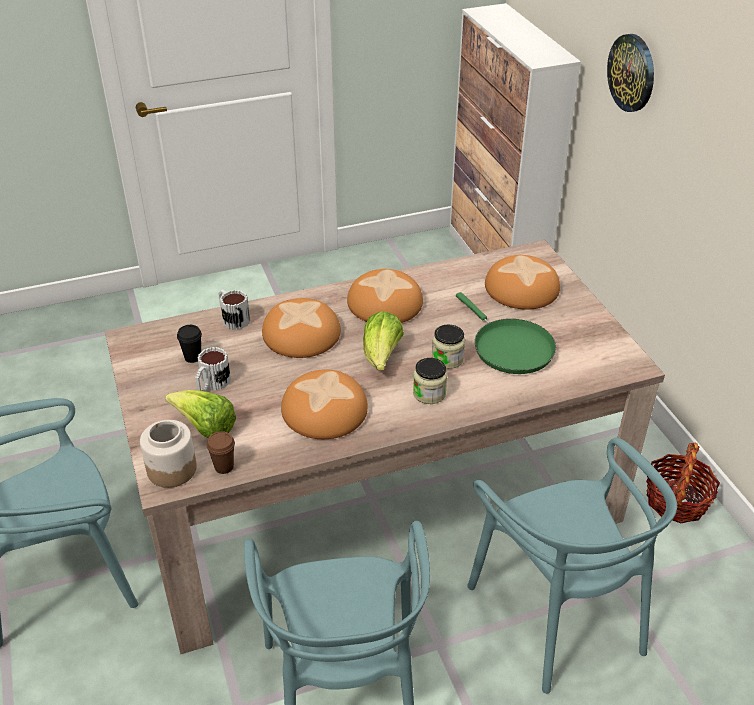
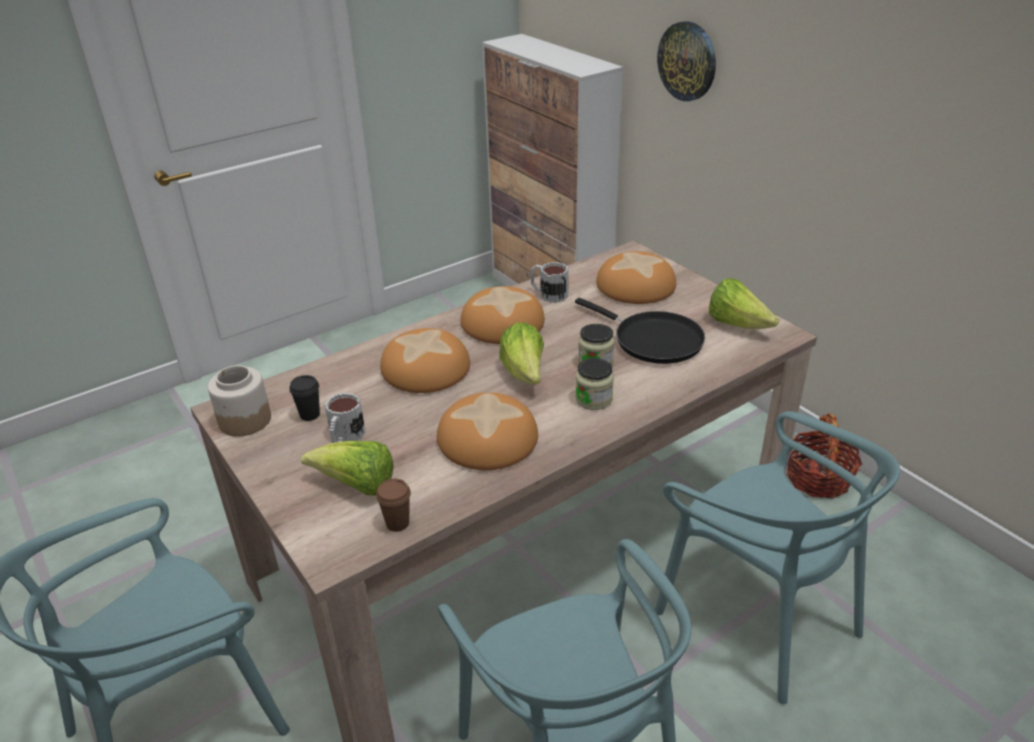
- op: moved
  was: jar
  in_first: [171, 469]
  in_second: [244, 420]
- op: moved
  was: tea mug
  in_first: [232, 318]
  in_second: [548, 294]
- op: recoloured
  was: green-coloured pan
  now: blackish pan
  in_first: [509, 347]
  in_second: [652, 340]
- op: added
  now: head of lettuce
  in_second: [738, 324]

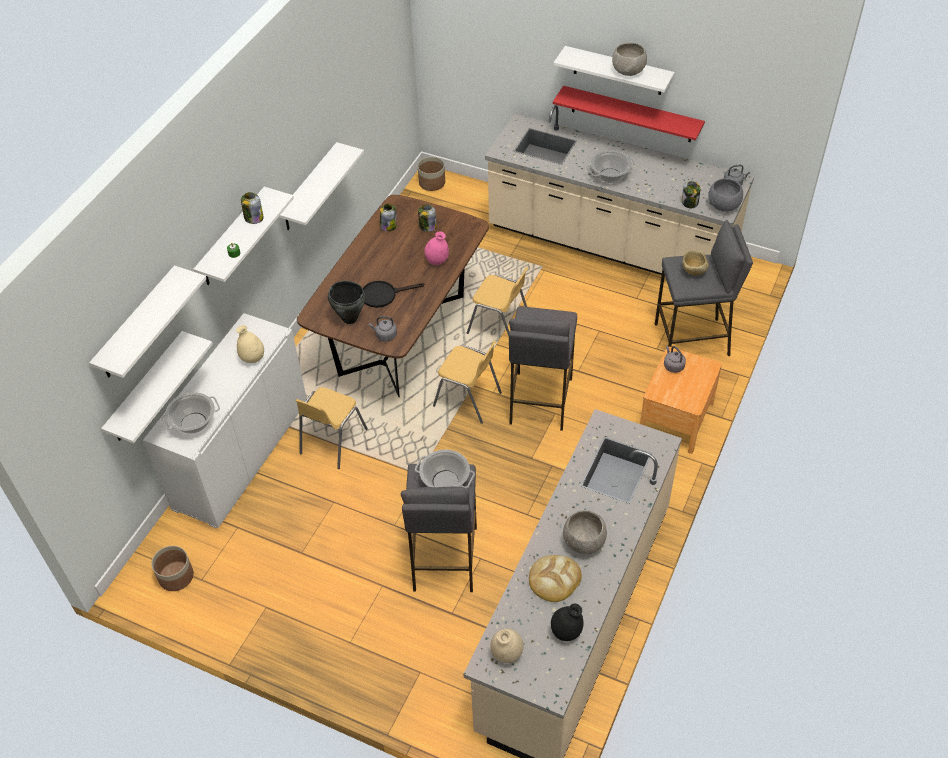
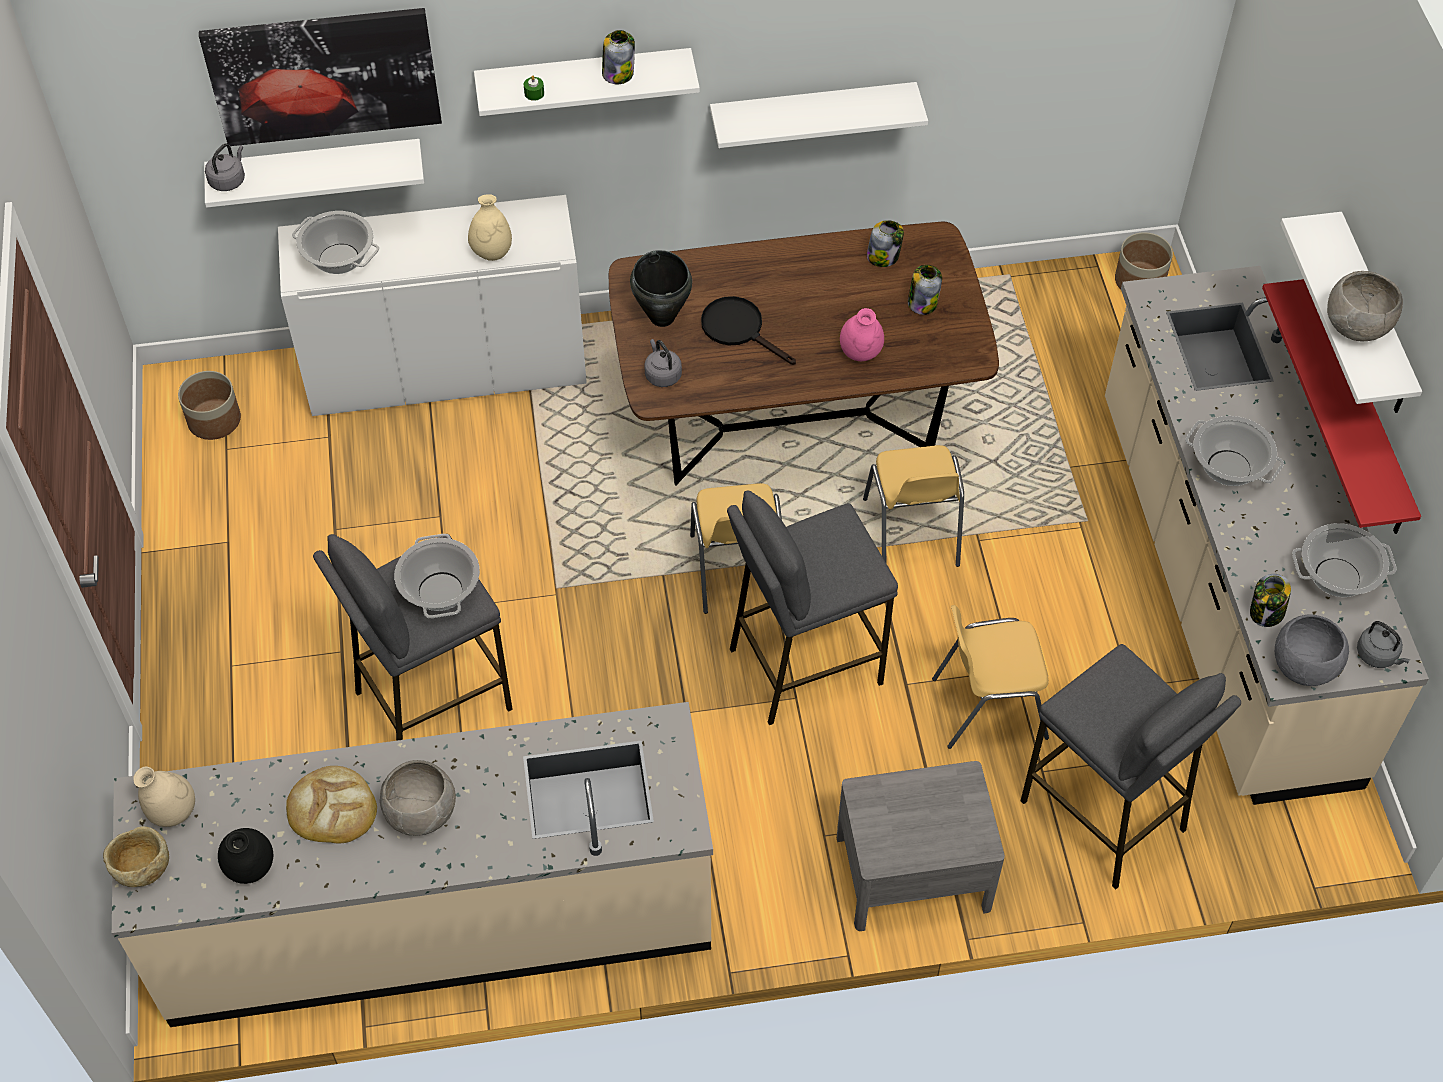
- op: replaced
  was: white-coloured wall shelf
  now: wall art
  in_first: [137, 324]
  in_second: [323, 75]
- op: moved
  was: yellow-coloured chair
  in_first: [332, 441]
  in_second: [987, 707]
- op: recoloured
  was: brown-coloured night table
  now: gray night table
  in_first: [676, 418]
  in_second: [913, 872]
- op: moved
  was: gray tea kettle
  in_first: [673, 365]
  in_second: [228, 180]
- op: moved
  was: beige-coloured serving bowl
  in_first: [693, 271]
  in_second: [142, 869]
- op: added
  now: stockpot
  in_second: [1336, 577]

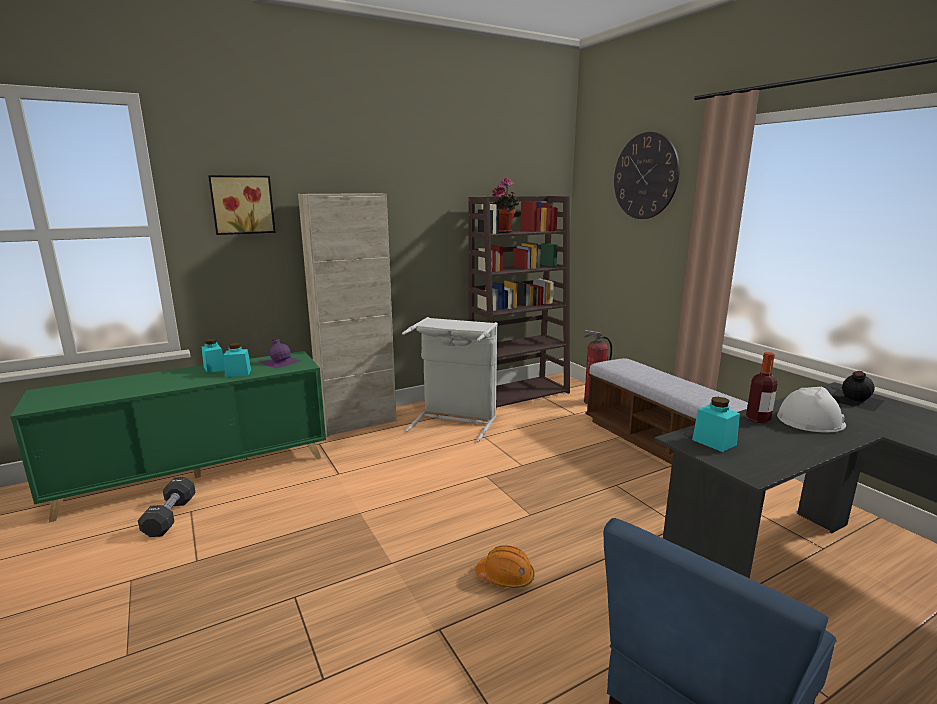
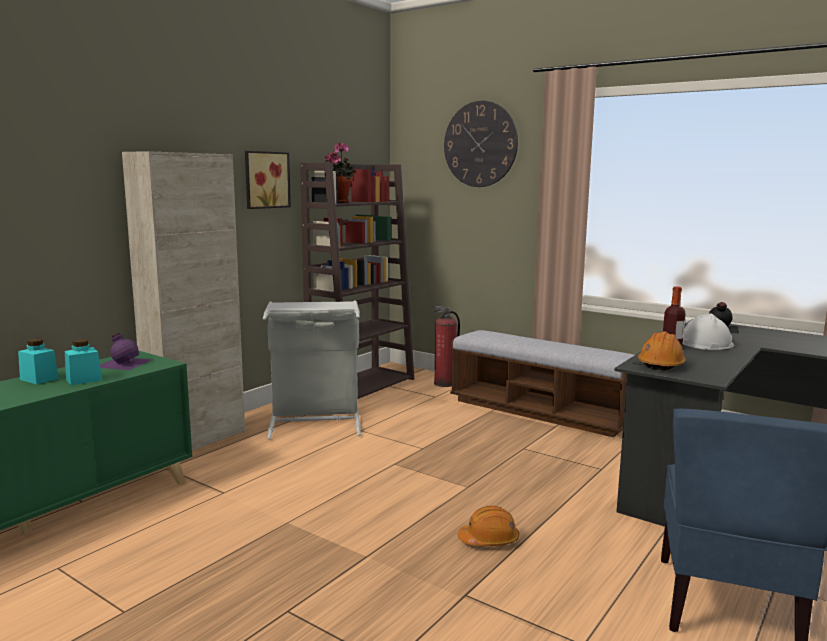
- op: removed
  was: blackish hand weight
  in_first: [170, 517]
- op: moved
  was: wall art
  in_first: [242, 204]
  in_second: [265, 180]
- op: replaced
  was: turquoise-coloured jar
  now: orange-coloured work helmet
  in_first: [714, 442]
  in_second: [661, 364]

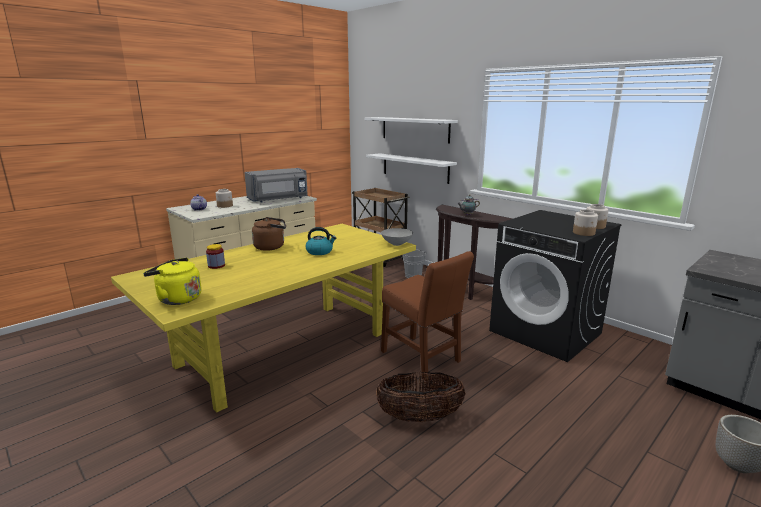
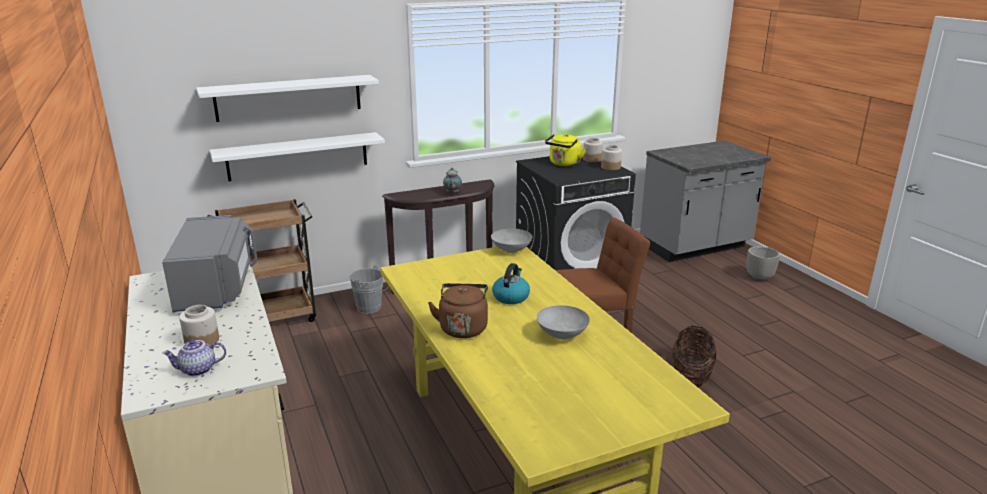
- op: moved
  was: yellow-coloured tea kettle
  in_first: [177, 299]
  in_second: [564, 164]
- op: removed
  was: jar
  in_first: [216, 266]
- op: added
  now: gray serving bowl
  in_second: [561, 335]

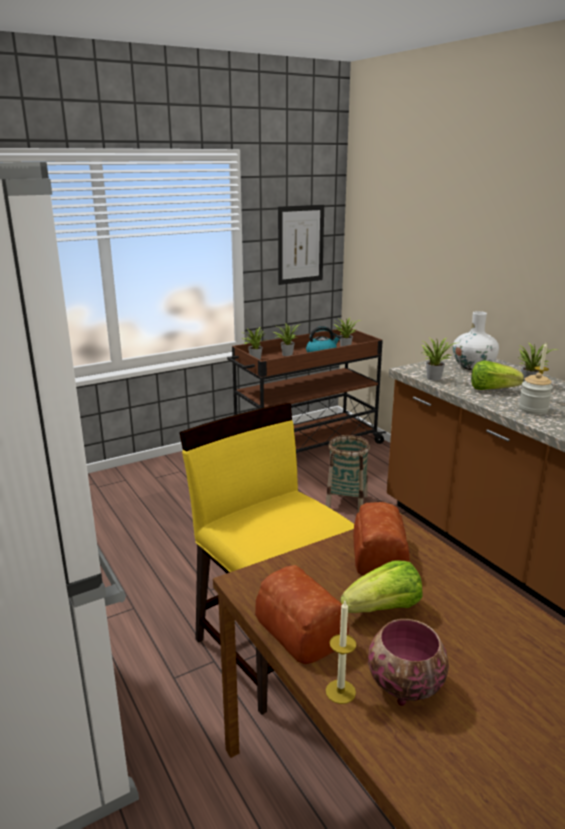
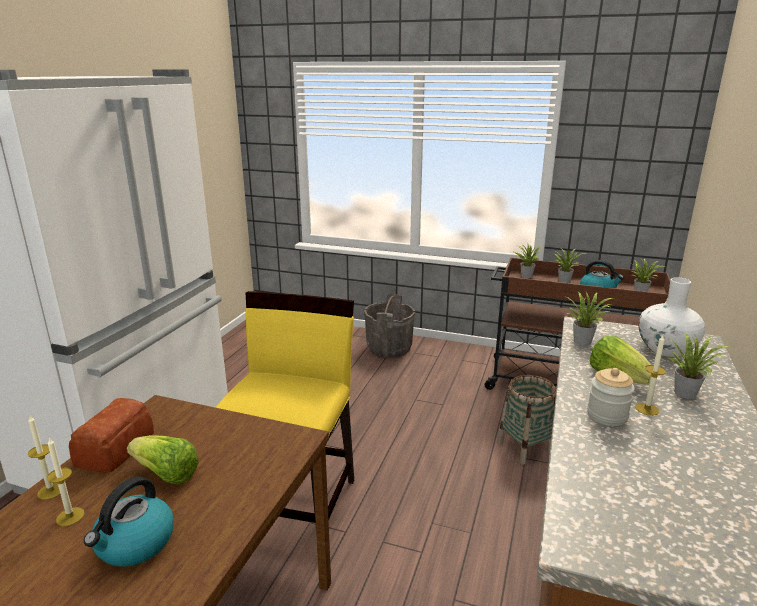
- op: removed
  was: wall art
  in_first: [300, 244]
- op: removed
  was: bakery bread
  in_first: [378, 556]
- op: replaced
  was: serving bowl
  now: candle
  in_first: [403, 686]
  in_second: [70, 516]
- op: added
  now: tea kettle
  in_second: [135, 544]
- op: added
  now: gray pail
  in_second: [389, 348]

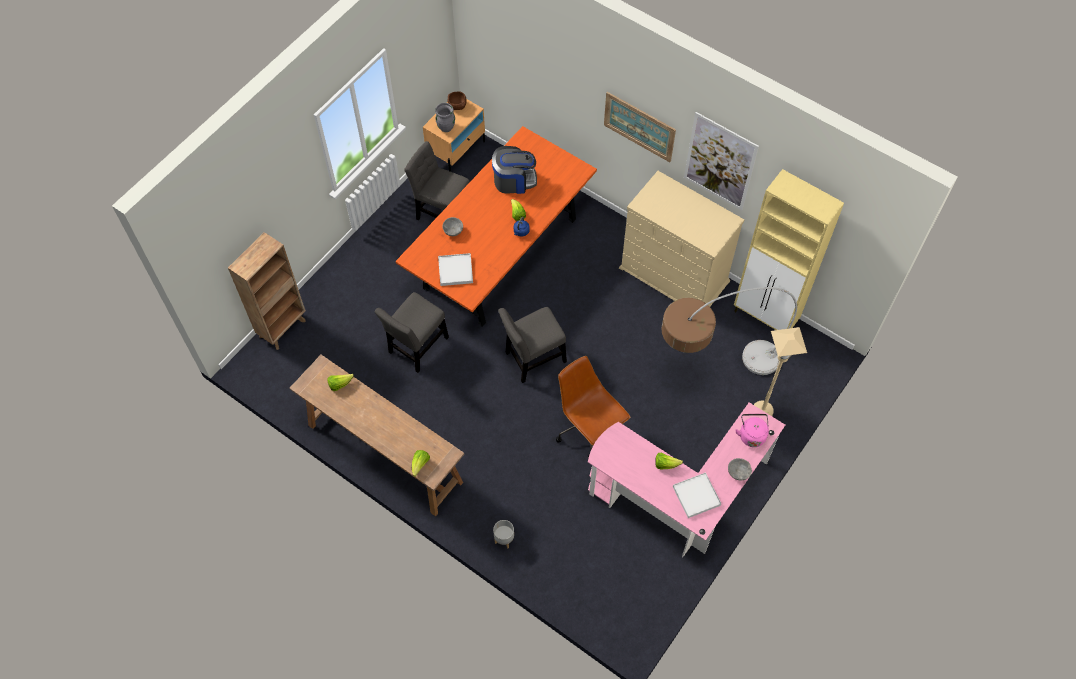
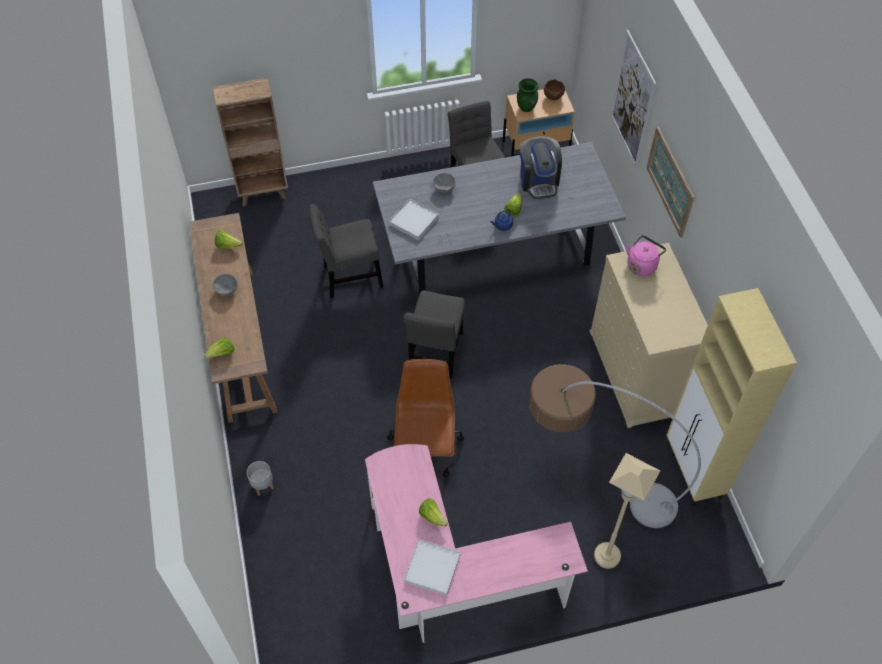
- op: recoloured
  was: orange-coloured dining table
  now: gray dining table
  in_first: [500, 253]
  in_second: [494, 249]
- op: recoloured
  was: gray vase
  now: green-coloured vase
  in_first: [446, 127]
  in_second: [526, 107]
- op: turned
  was: coffee machine
  in_first: [514, 180]
  in_second: [538, 181]
  clockwise: 45
- op: turned
  was: gray chair
  in_first: [533, 359]
  in_second: [436, 354]
  clockwise: -90
- op: moved
  was: wall art
  in_first: [720, 162]
  in_second: [632, 100]
- op: moved
  was: gray serving bowl
  in_first: [738, 472]
  in_second: [227, 290]
- op: moved
  was: pink-coloured tea kettle
  in_first: [751, 434]
  in_second: [642, 265]

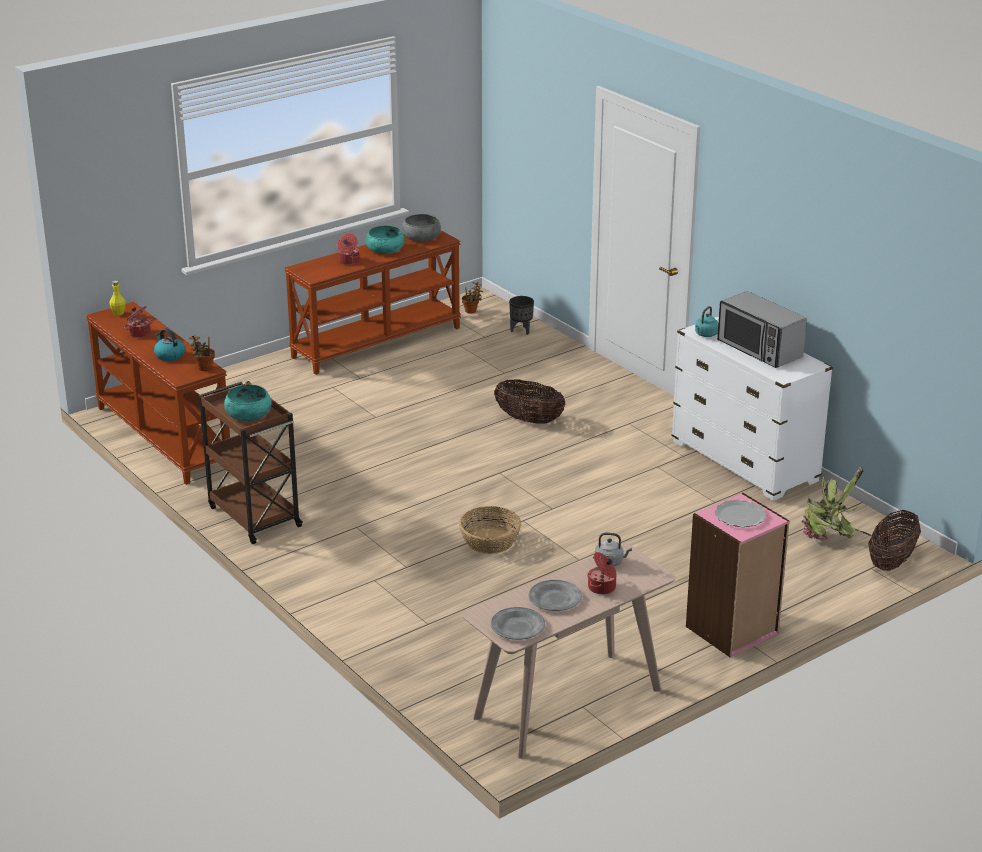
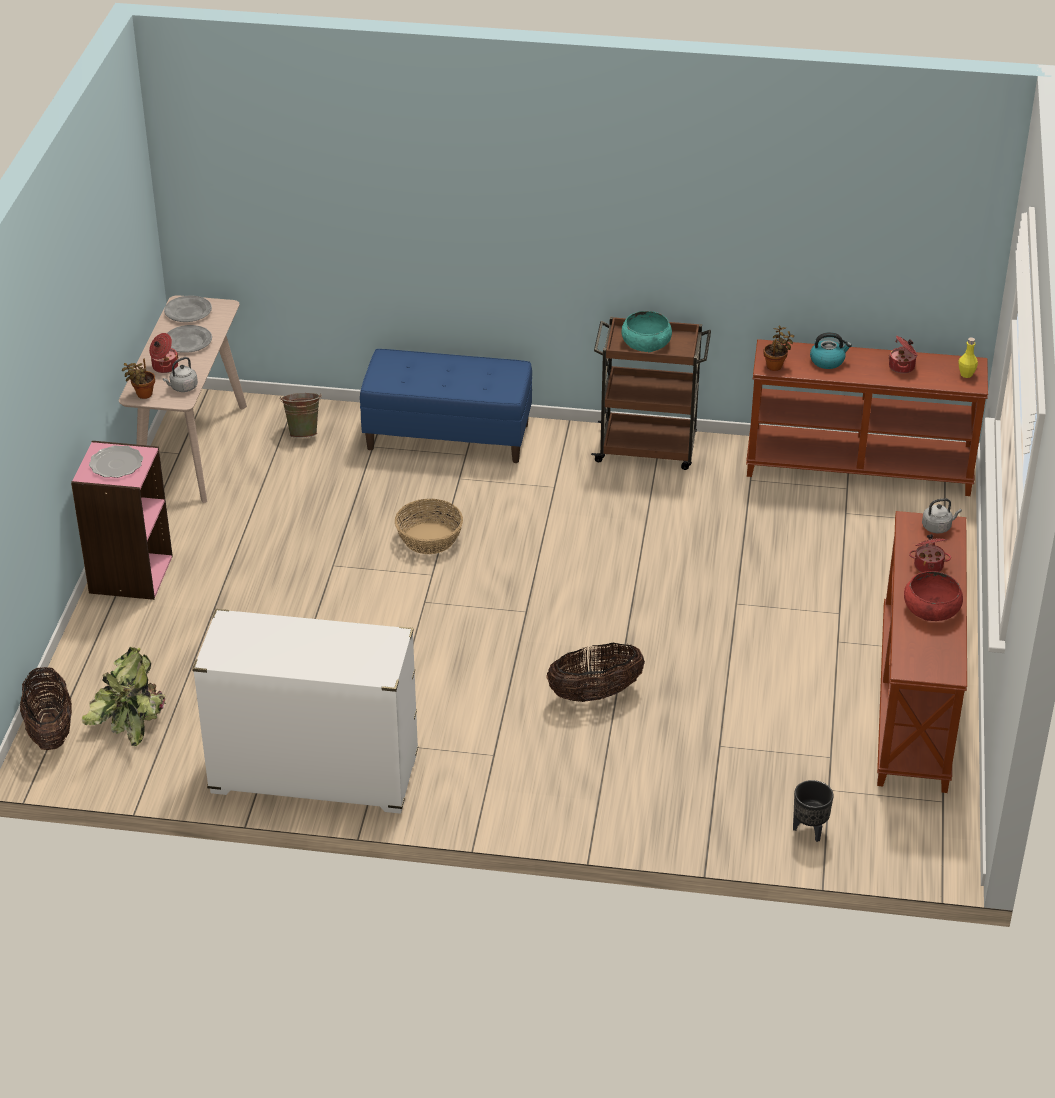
- op: recoloured
  was: turquoise-coloured serving bowl
  now: red serving bowl
  in_first: [385, 249]
  in_second: [931, 608]
- op: removed
  was: gray serving bowl
  in_first: [421, 237]
- op: moved
  was: plant in a pot
  in_first: [472, 311]
  in_second: [142, 395]
- op: removed
  was: turquoise-coloured tea kettle
  in_first: [705, 334]
- op: removed
  was: kitchen microwave
  in_first: [759, 349]
- op: added
  now: green-coloured pail
  in_second: [303, 432]
- op: added
  now: bluish long seat
  in_second: [448, 436]
- op: added
  now: gray tea kettle
  in_second: [938, 527]

